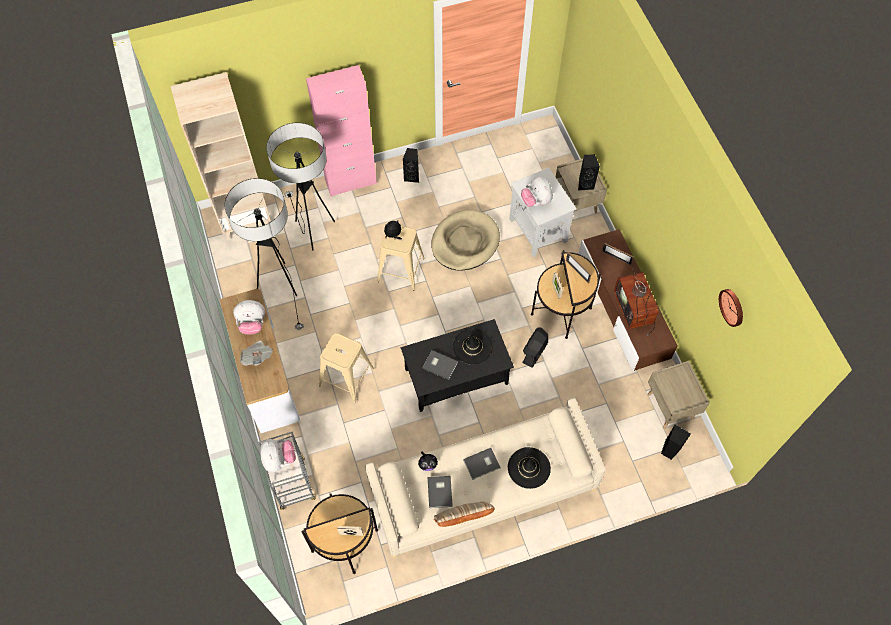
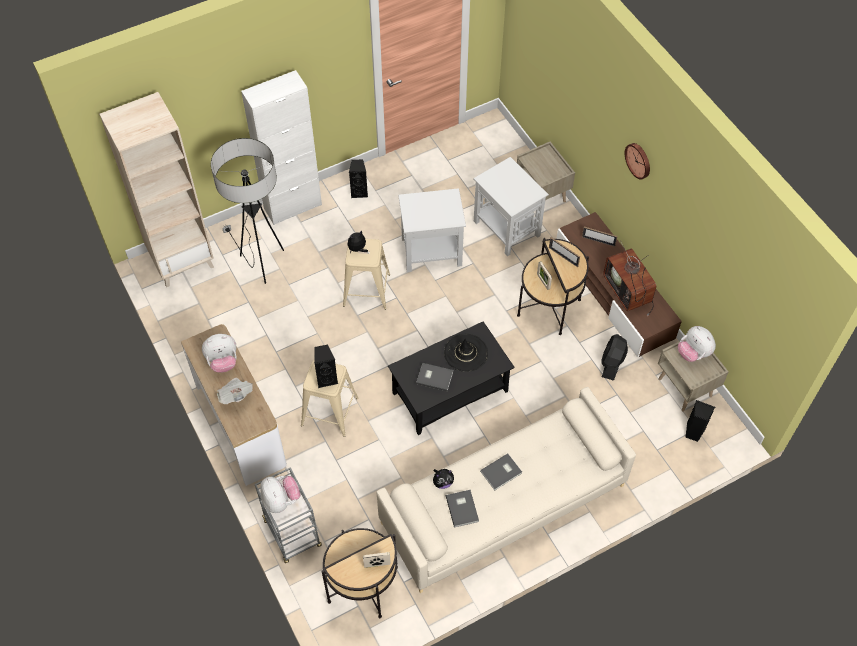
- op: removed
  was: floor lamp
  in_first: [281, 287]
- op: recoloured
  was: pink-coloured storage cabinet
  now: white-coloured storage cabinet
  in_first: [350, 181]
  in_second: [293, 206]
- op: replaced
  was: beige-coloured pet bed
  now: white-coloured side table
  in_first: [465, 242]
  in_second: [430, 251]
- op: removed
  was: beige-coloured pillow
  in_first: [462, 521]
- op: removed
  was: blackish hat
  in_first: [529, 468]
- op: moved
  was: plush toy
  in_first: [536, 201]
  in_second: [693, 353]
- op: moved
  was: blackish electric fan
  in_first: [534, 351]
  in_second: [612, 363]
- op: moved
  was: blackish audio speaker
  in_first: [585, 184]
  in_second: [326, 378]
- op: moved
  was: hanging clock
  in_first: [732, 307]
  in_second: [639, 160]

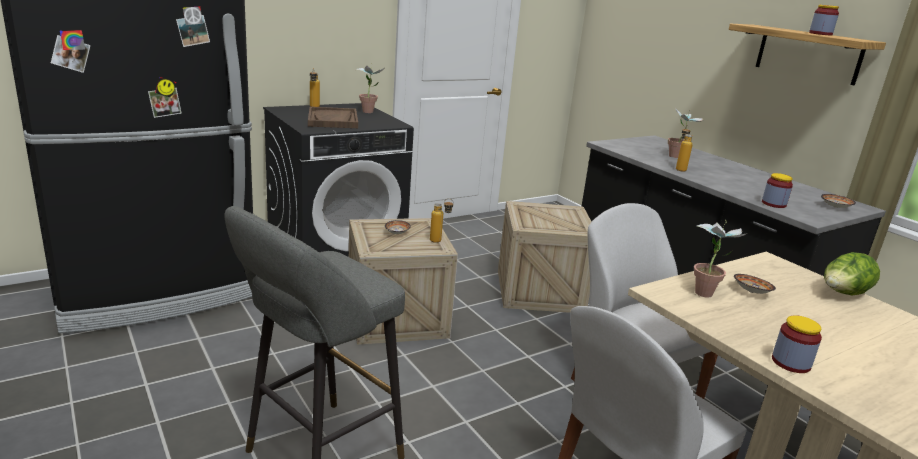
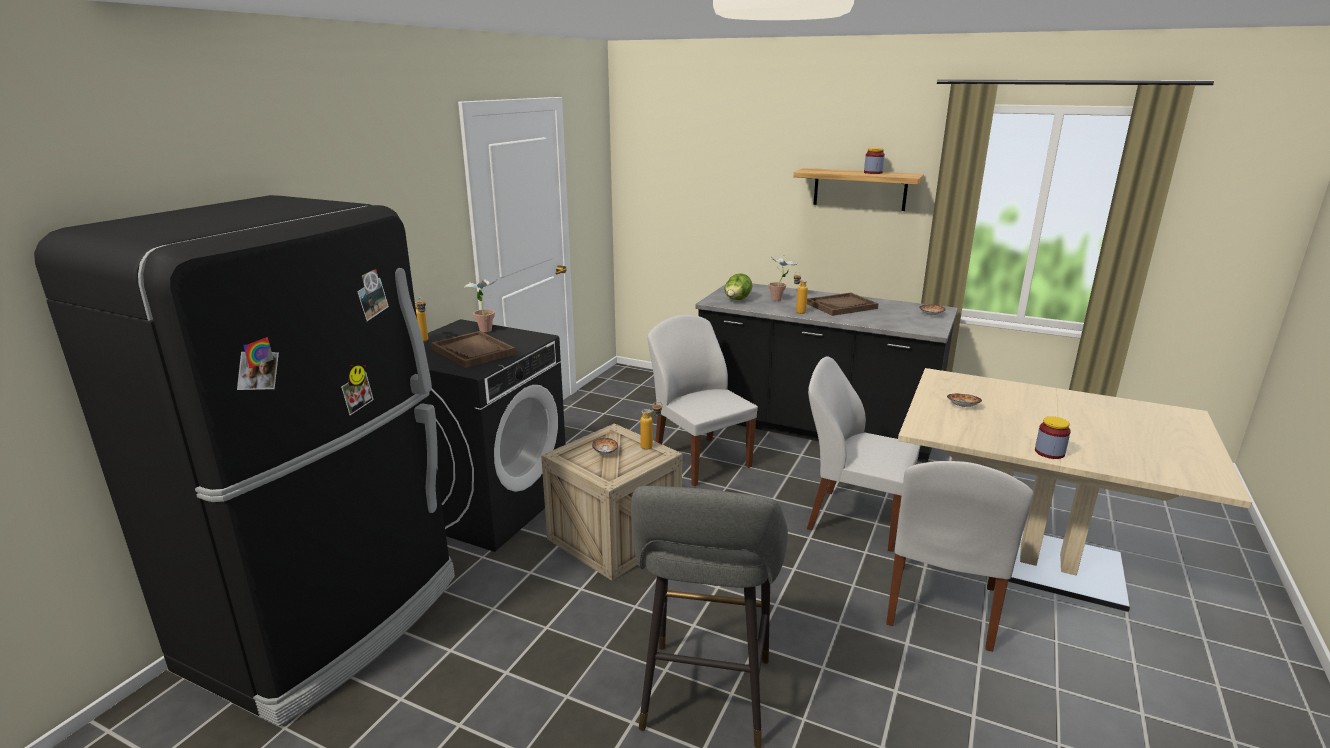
- op: replaced
  was: crate
  now: white-coloured chair
  in_first: [539, 291]
  in_second: [700, 460]
- op: removed
  was: plant in a pot
  in_first: [706, 291]
- op: removed
  was: jar
  in_first: [773, 204]
- op: moved
  was: head of lettuce
  in_first: [843, 294]
  in_second: [737, 300]
- op: added
  now: brown-coloured tray
  in_second: [841, 306]

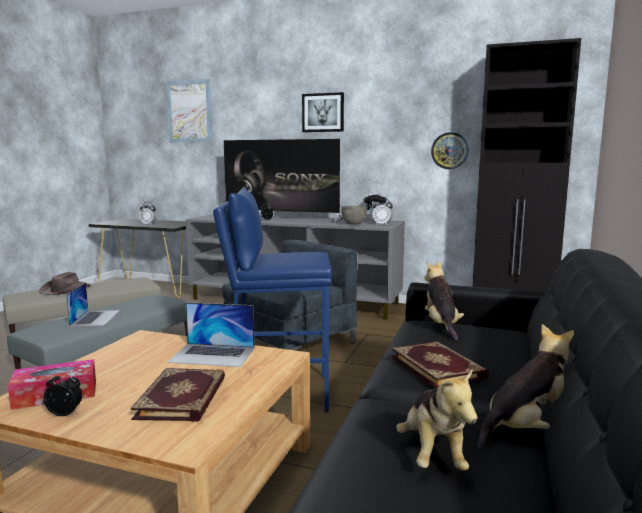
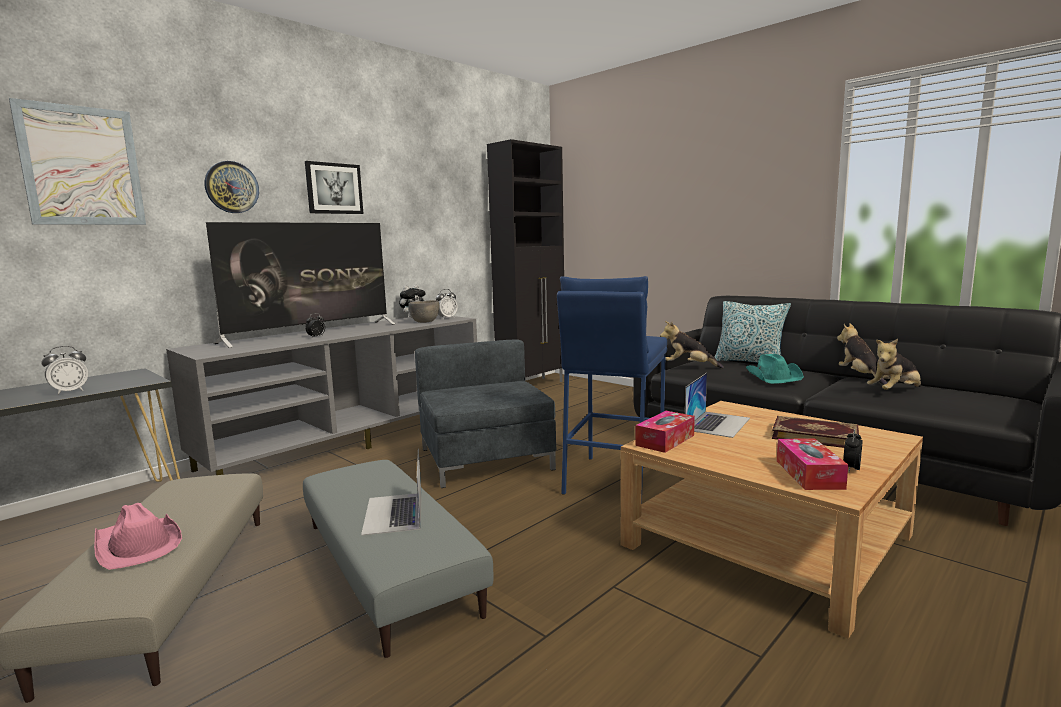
- op: recoloured
  was: brown-coloured hat
  now: pink-coloured hat
  in_first: [65, 290]
  in_second: [137, 545]
- op: turned
  was: portable computer
  in_first: [95, 318]
  in_second: [394, 513]
  clockwise: -120
- op: replaced
  was: bound book
  now: turquoise-coloured hat
  in_first: [438, 367]
  in_second: [774, 377]
- op: turned
  was: plush toy
  in_first: [432, 454]
  in_second: [895, 392]
  clockwise: 135
- op: moved
  was: hanging clock
  in_first: [449, 150]
  in_second: [231, 187]
- op: added
  now: tissue holder
  in_second: [665, 440]
- op: added
  now: pillow
  in_second: [749, 362]

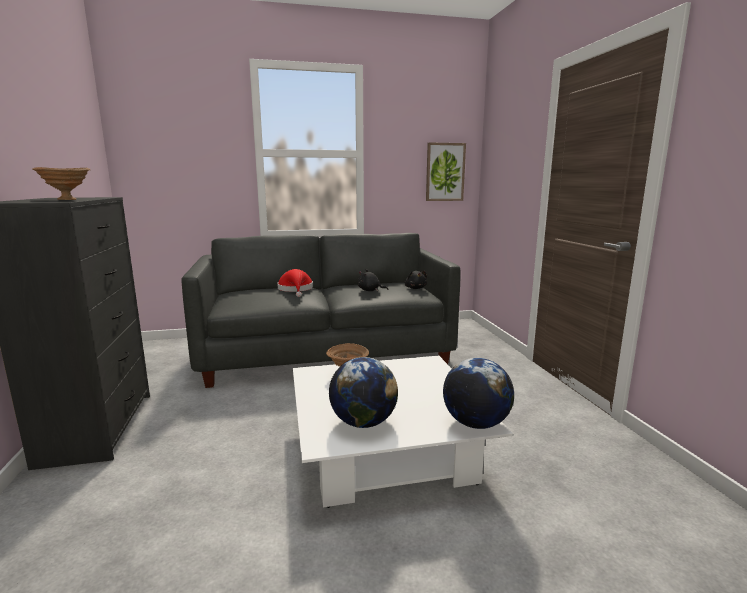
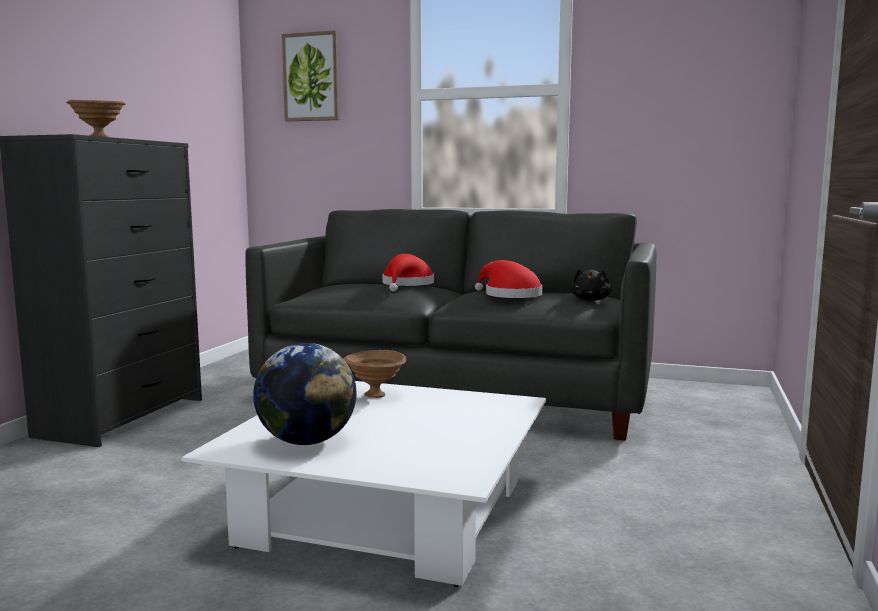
- op: replaced
  was: blackish plush toy
  now: red hat
  in_first: [370, 290]
  in_second: [509, 295]
- op: moved
  was: wall art
  in_first: [445, 172]
  in_second: [311, 77]
- op: removed
  was: desk globe
  in_first: [475, 423]

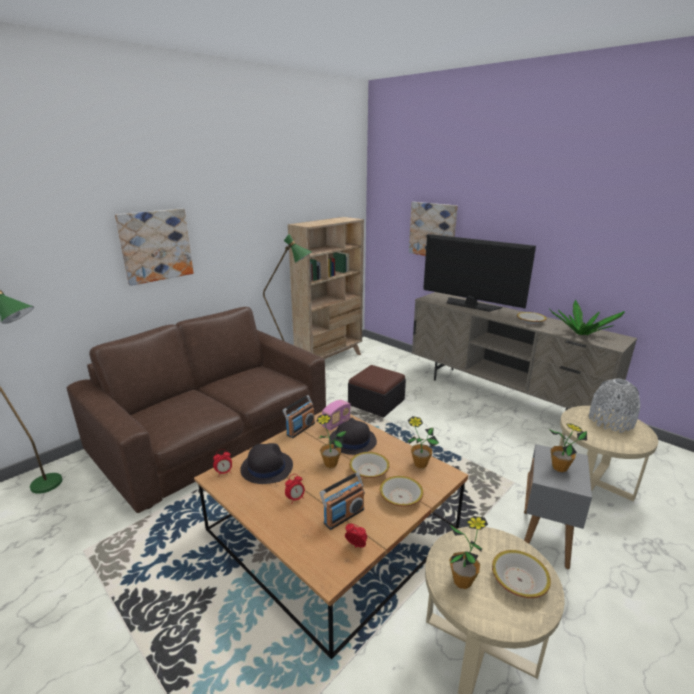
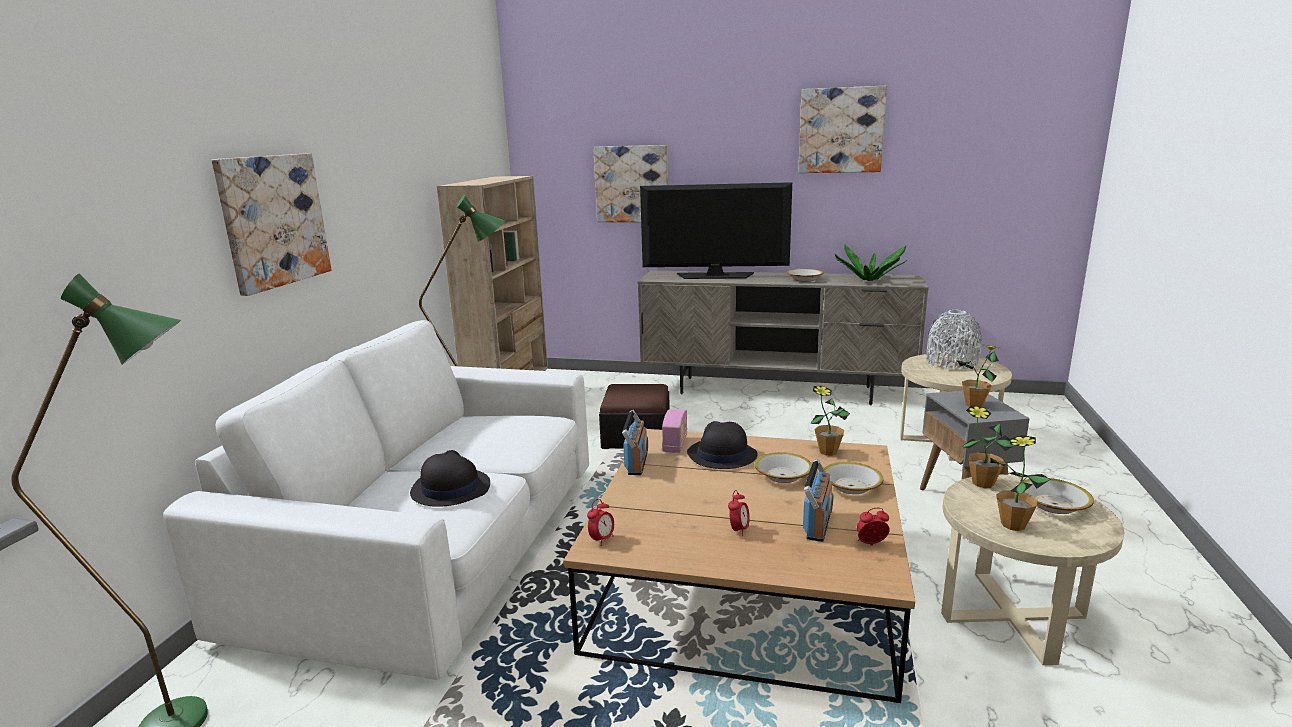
- op: recoloured
  was: brown-coloured sofa
  now: white-coloured sofa
  in_first: [213, 434]
  in_second: [435, 543]
- op: moved
  was: blackish hat
  in_first: [266, 467]
  in_second: [450, 489]
- op: moved
  was: plant in a pot
  in_first: [330, 463]
  in_second: [982, 483]
- op: added
  now: wall art
  in_second: [841, 130]

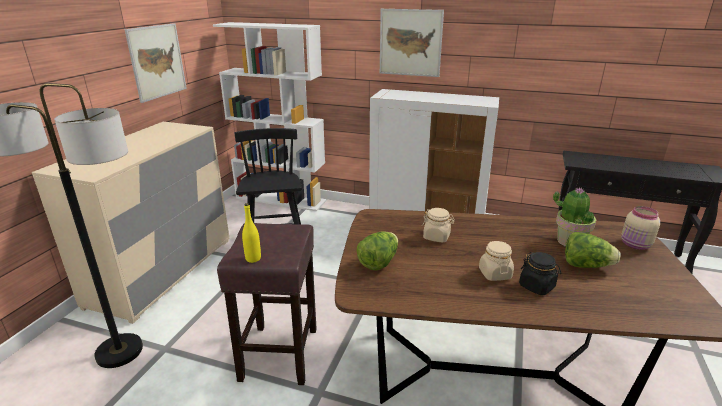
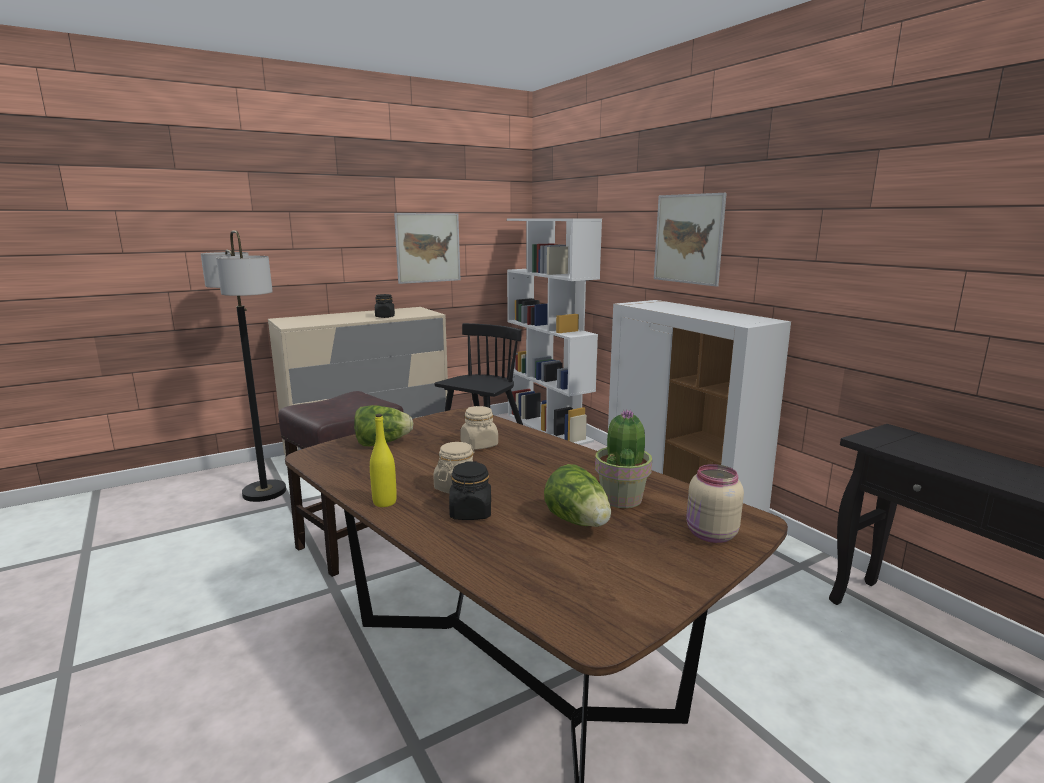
- op: moved
  was: yellow-coloured bottle
  in_first: [253, 258]
  in_second: [384, 502]
- op: added
  now: blackish jar
  in_second: [385, 317]

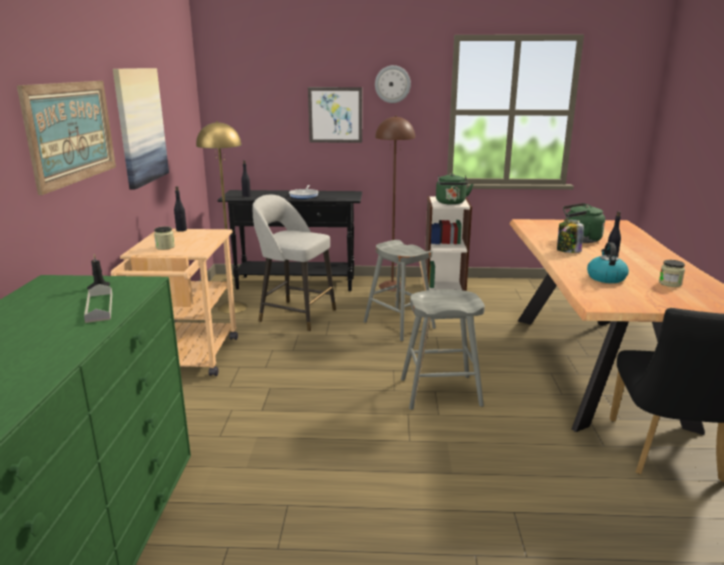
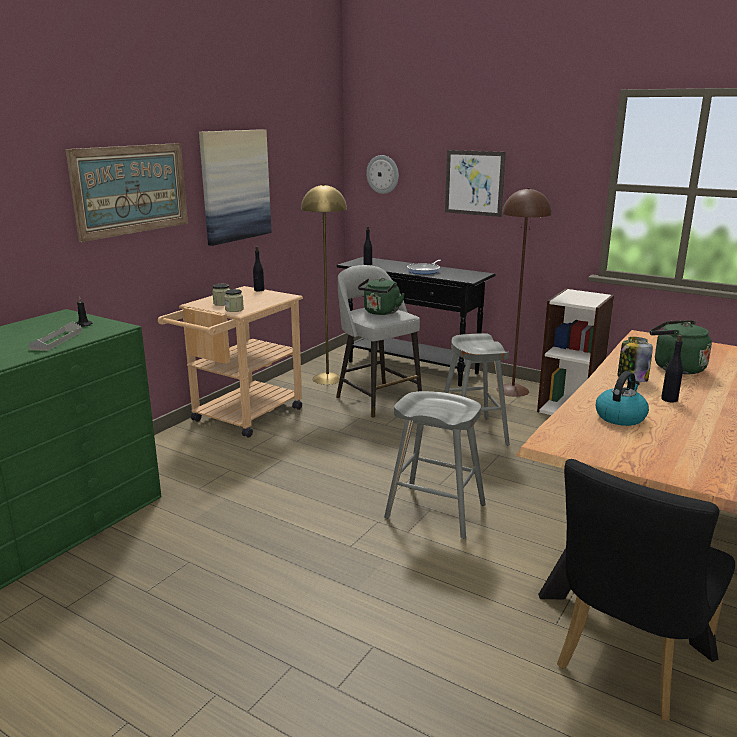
- op: moved
  was: hanging clock
  in_first: [392, 84]
  in_second: [383, 174]
- op: moved
  was: green-coloured tea kettle
  in_first: [451, 203]
  in_second: [380, 312]
- op: moved
  was: jar
  in_first: [670, 283]
  in_second: [234, 309]

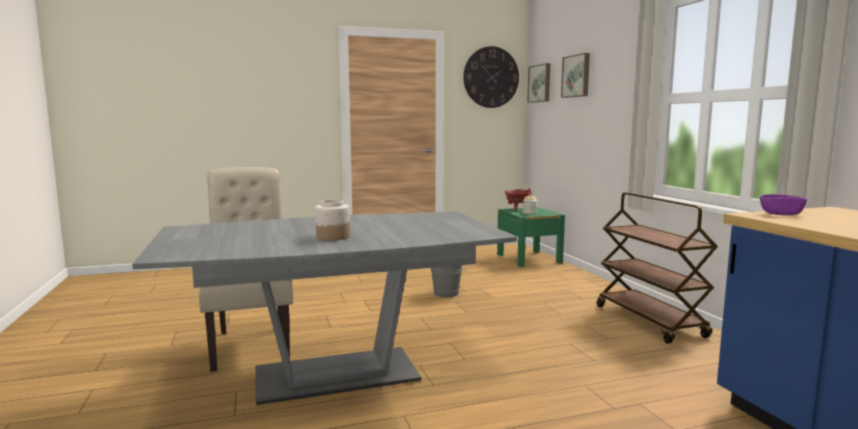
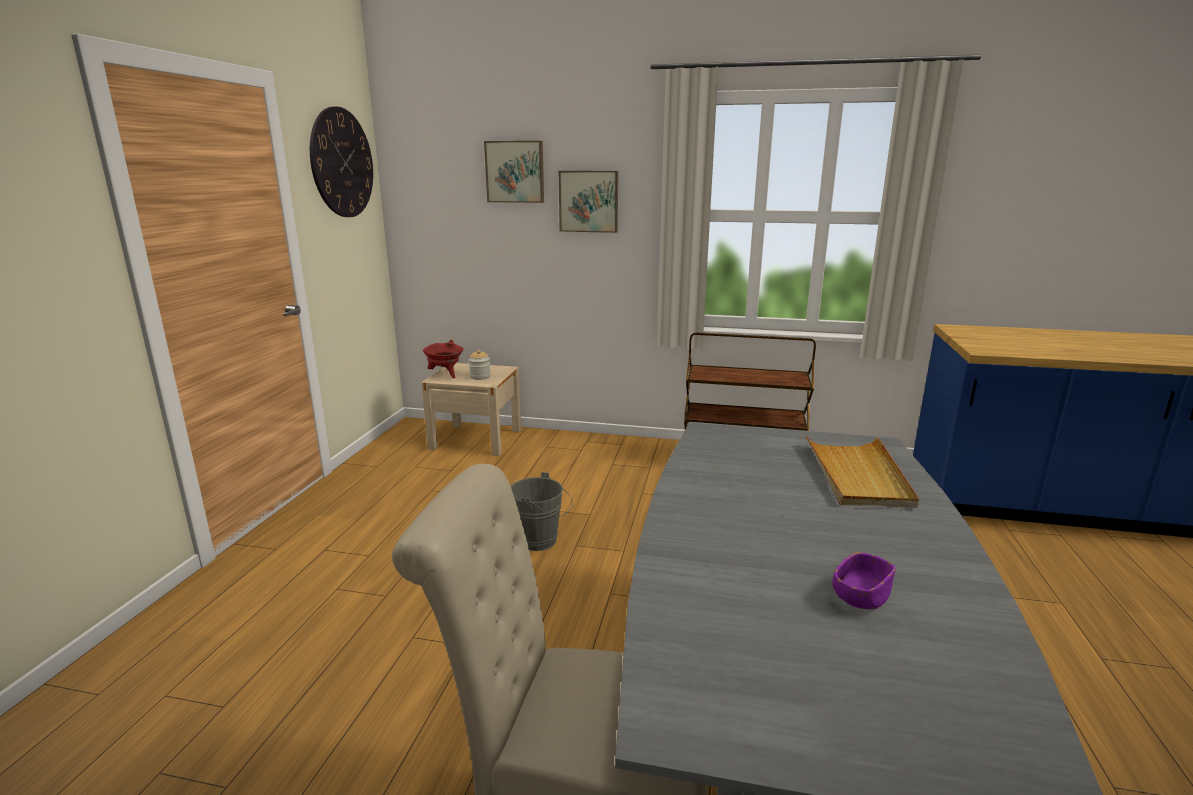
- op: removed
  was: jar
  in_first: [332, 237]
- op: recoloured
  was: green-coloured night table
  now: beige-coloured night table
  in_first: [529, 258]
  in_second: [476, 439]
- op: moved
  was: wall art
  in_first: [540, 83]
  in_second: [589, 201]
- op: moved
  was: purplish serving bowl
  in_first: [781, 214]
  in_second: [860, 597]
- op: added
  now: beige-coloured tray
  in_second: [857, 475]

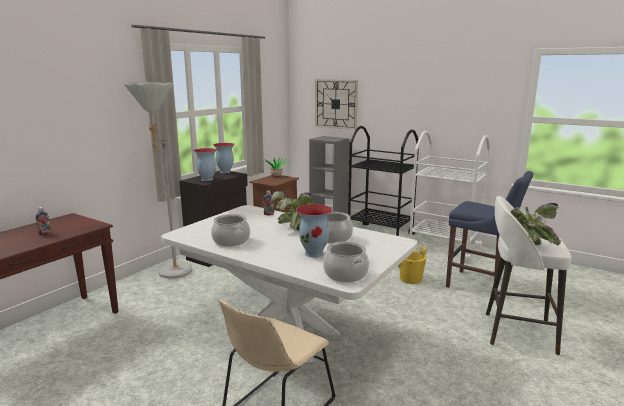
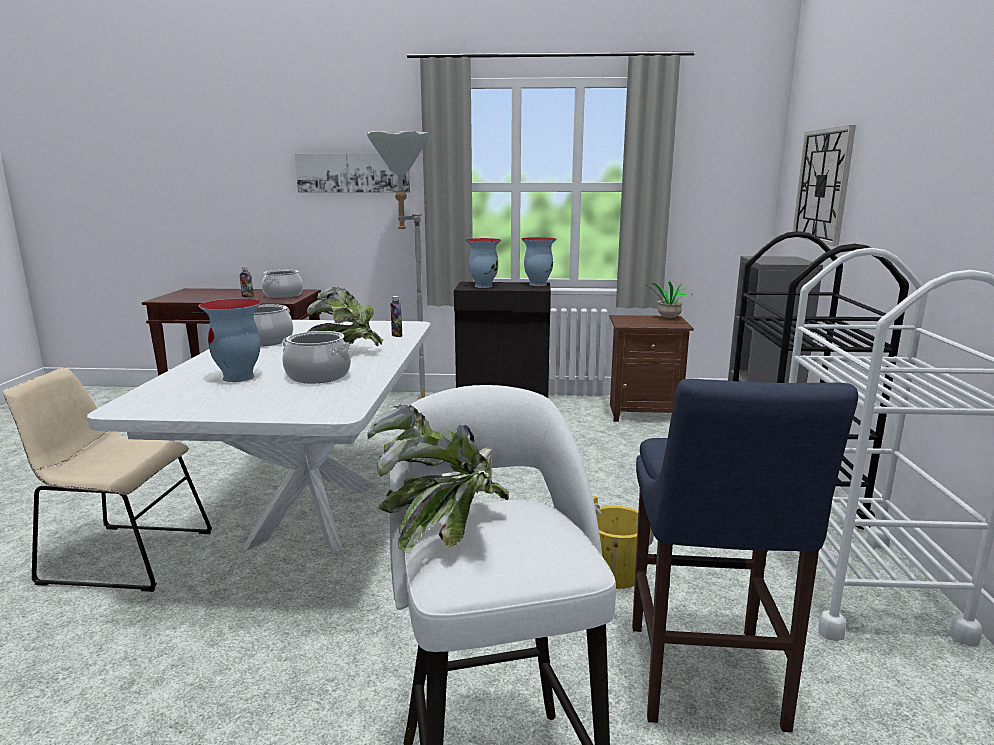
- op: moved
  was: stockpot
  in_first: [345, 274]
  in_second: [283, 295]
- op: added
  now: wall art
  in_second: [353, 172]

